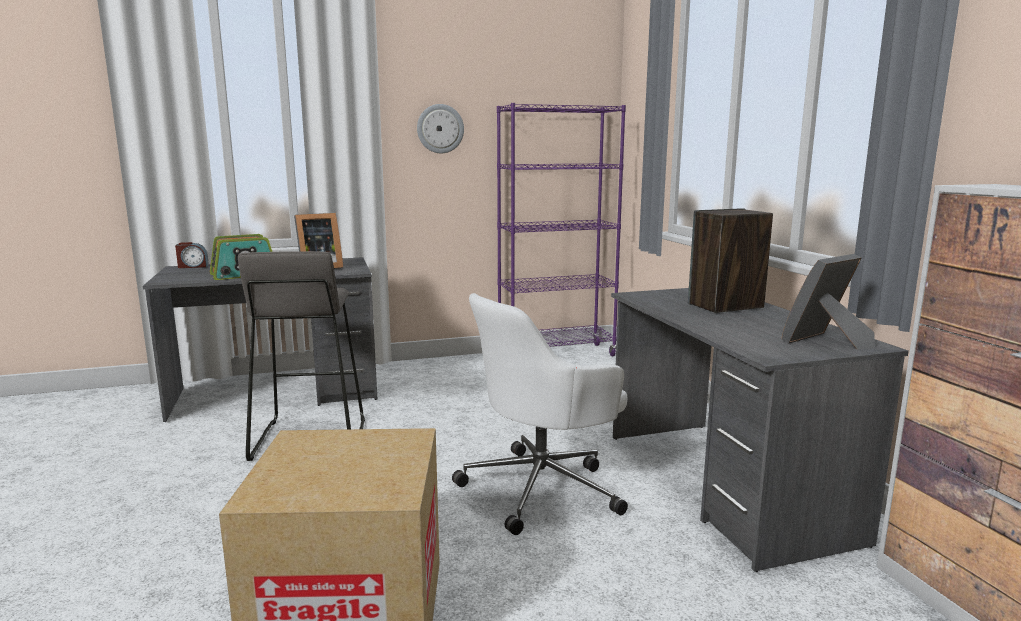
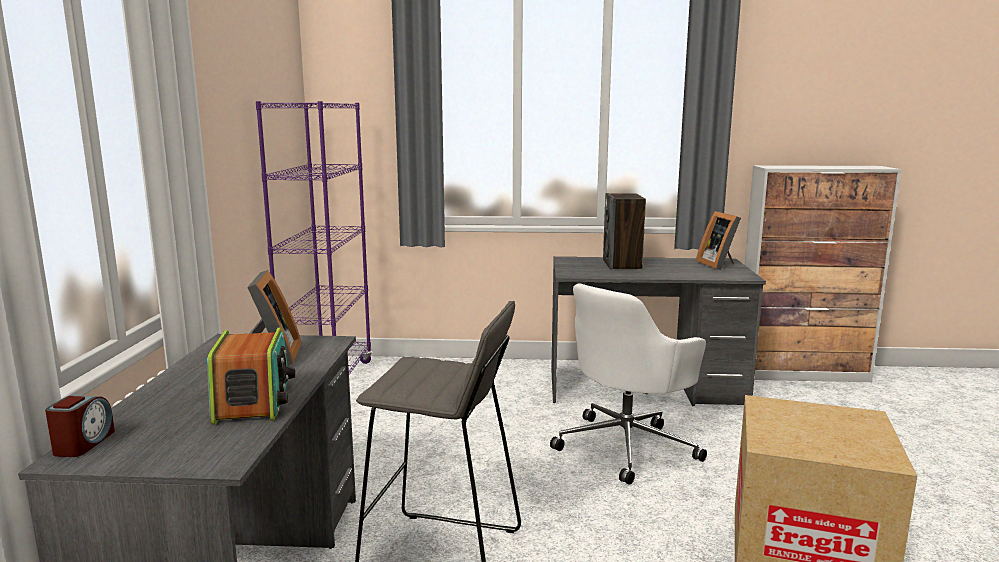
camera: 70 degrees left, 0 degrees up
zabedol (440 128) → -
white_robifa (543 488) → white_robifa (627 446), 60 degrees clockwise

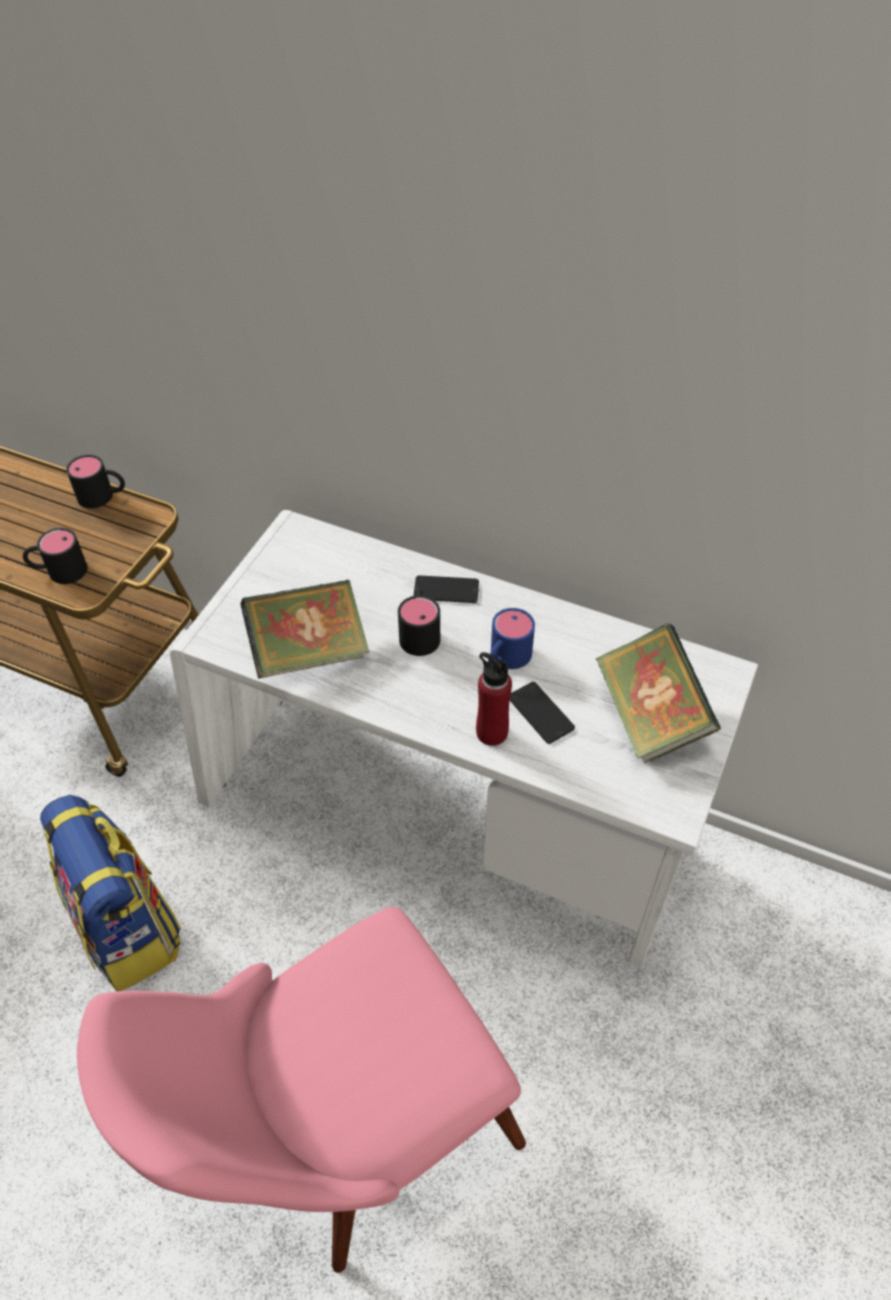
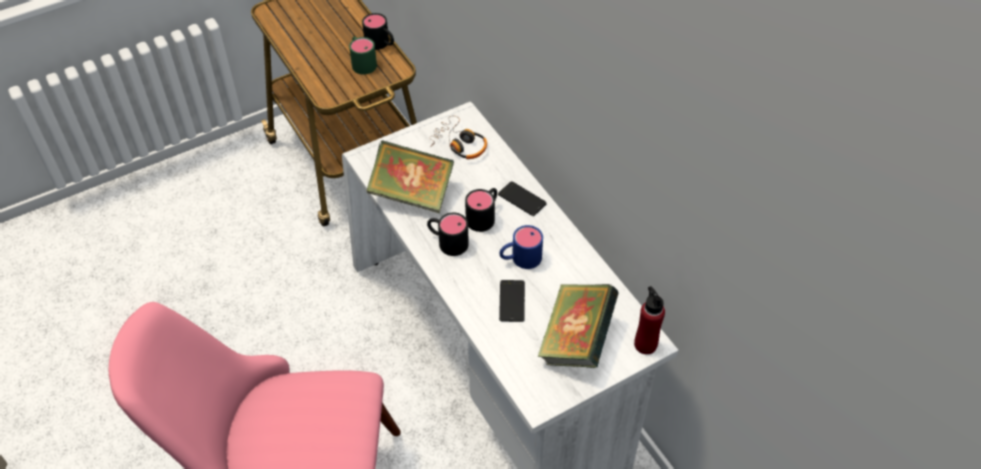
camera: 35 degrees right, 0 degrees up
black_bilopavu (59 571) → black_bilopavu (447 241), move
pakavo (129 929) → -
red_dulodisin (491 732) → red_dulodisin (645 344), move
- → green_bilopavu (362 62)
- → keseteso (459 144)

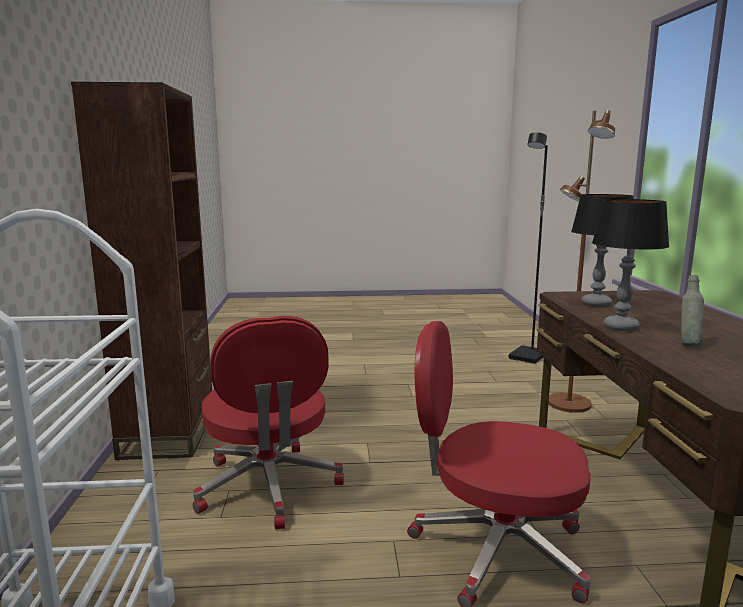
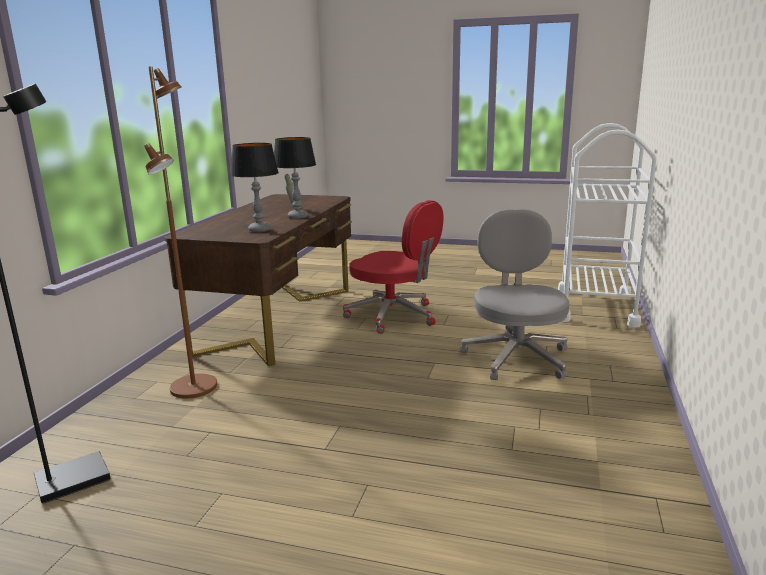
camera: 160 degrees left, 5 degrees up
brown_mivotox (169 433) → -
red_robifa (268 487) → grey_robifa (516 357)

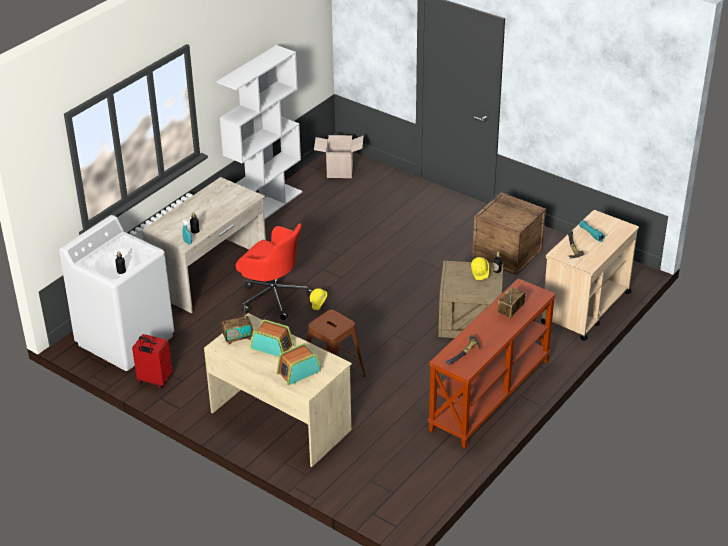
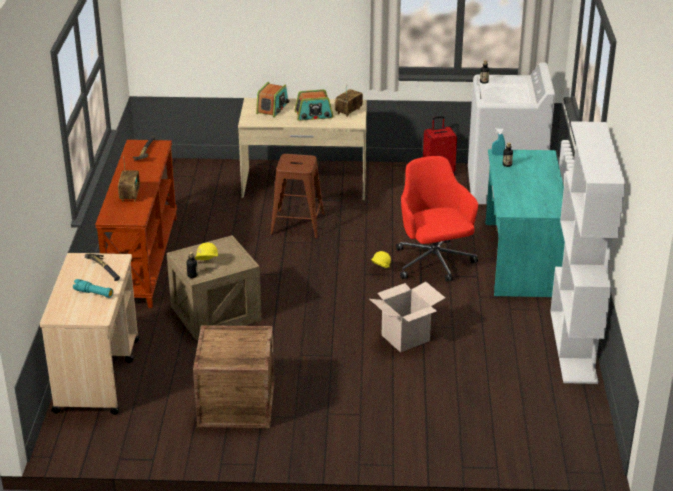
camera: 145 degrees right, 5 degrees down
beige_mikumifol (210 274) → turquoise_mikumifol (520 259)
red_robifa (273 296) → red_robifa (434 263), 75 degrees clockwise
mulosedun (339 171) → mulosedun (405 338), move

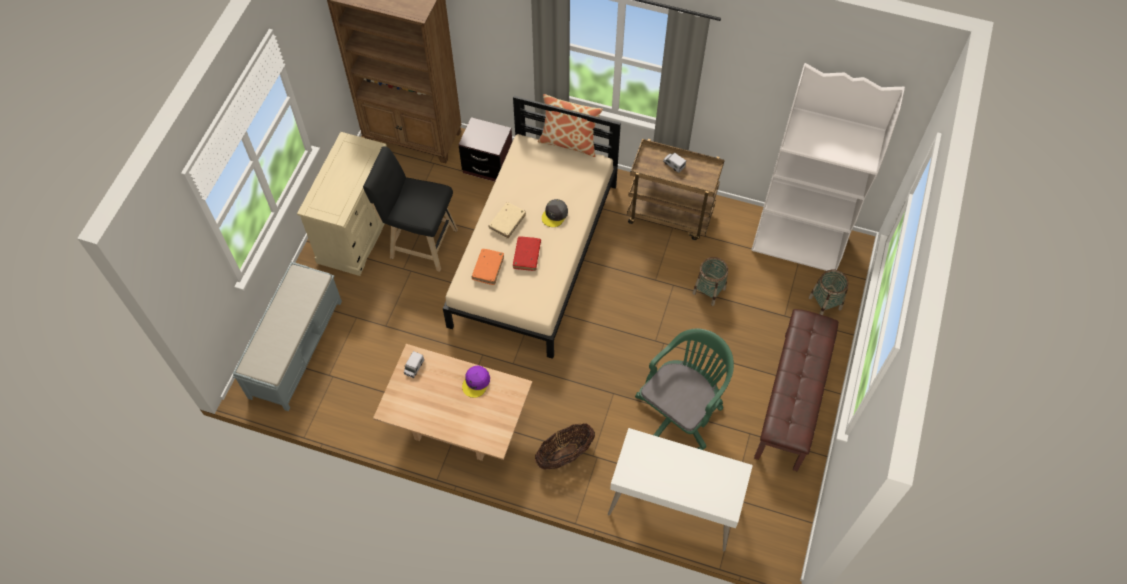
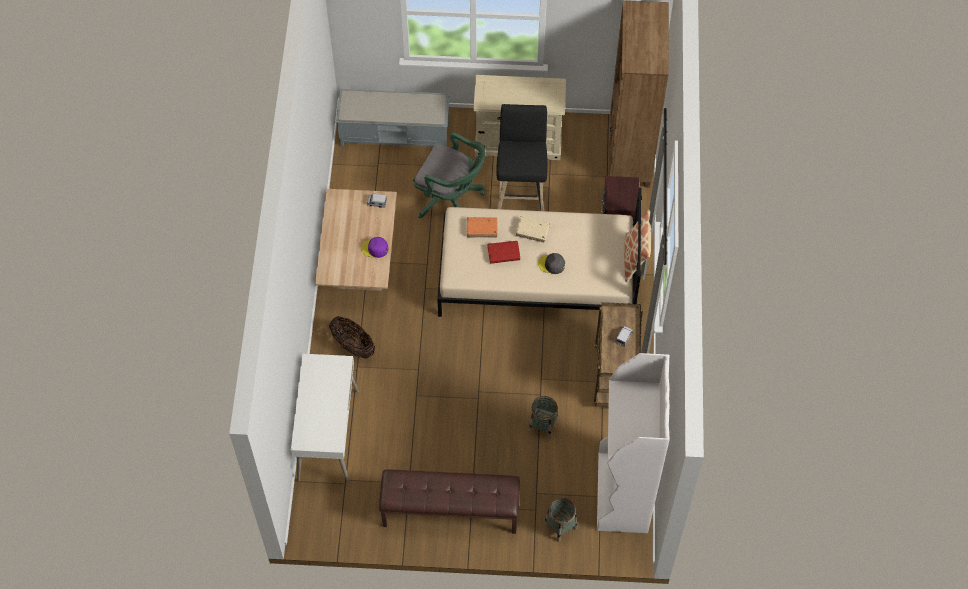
camera: 75 degrees right, 0 degrees up
green_robifa (680 411) → green_robifa (451 198), move

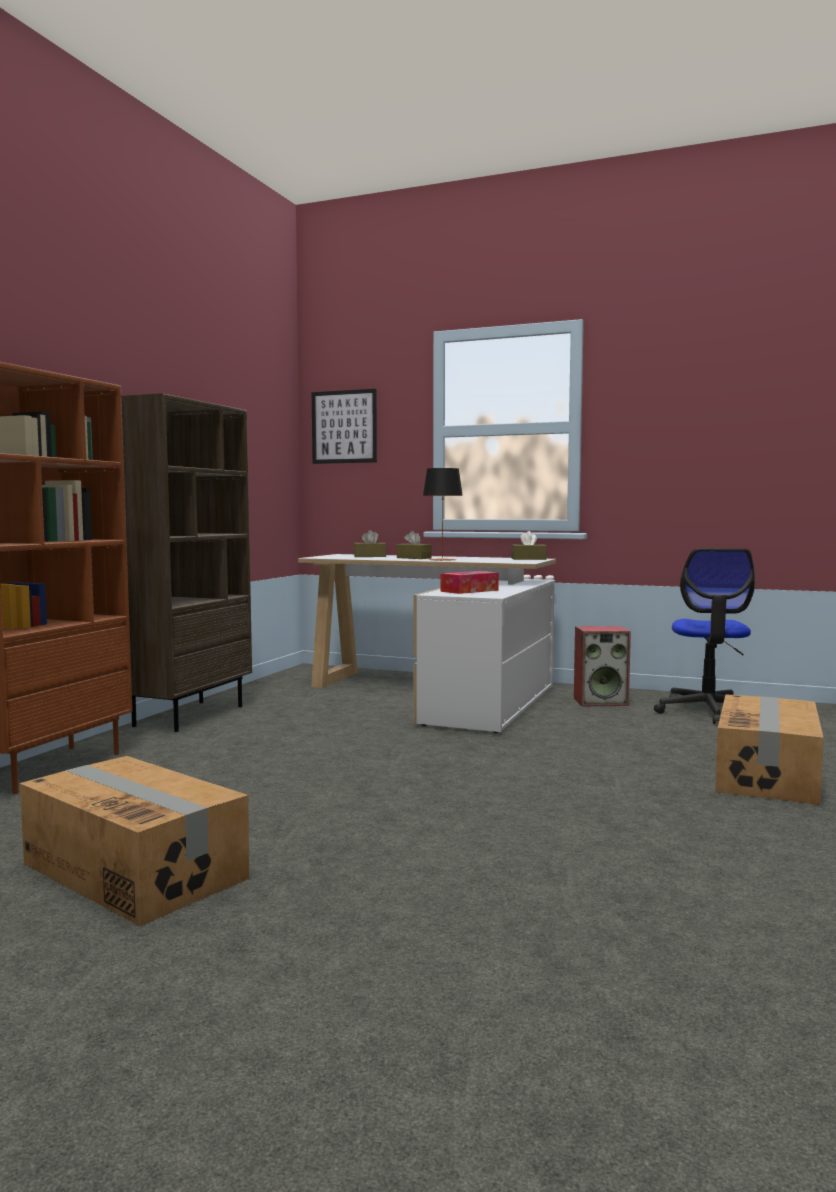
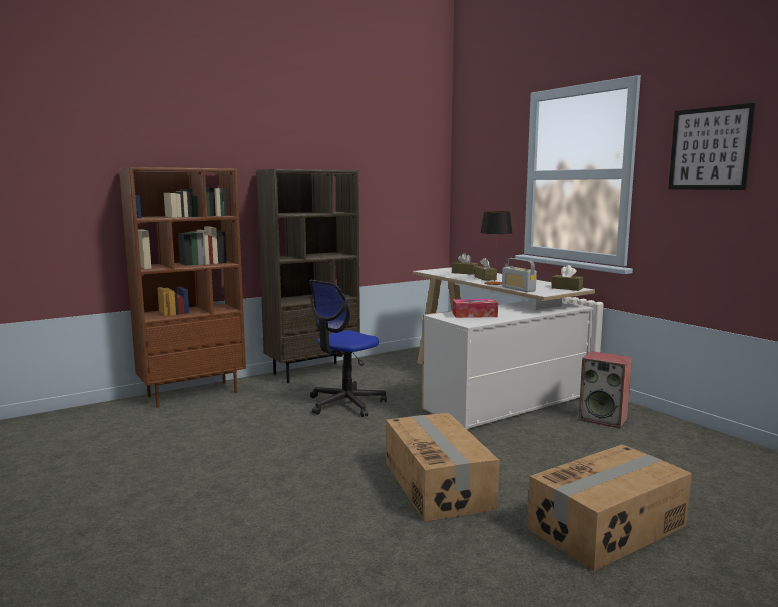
camera: 35 degrees right, 5 degrees up
mulosedun (135 870) → mulosedun (438 485), move
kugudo (344 427) → kugudo (709 148), move
robifa (708 711) → robifa (345 404), move
- → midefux (518 289)

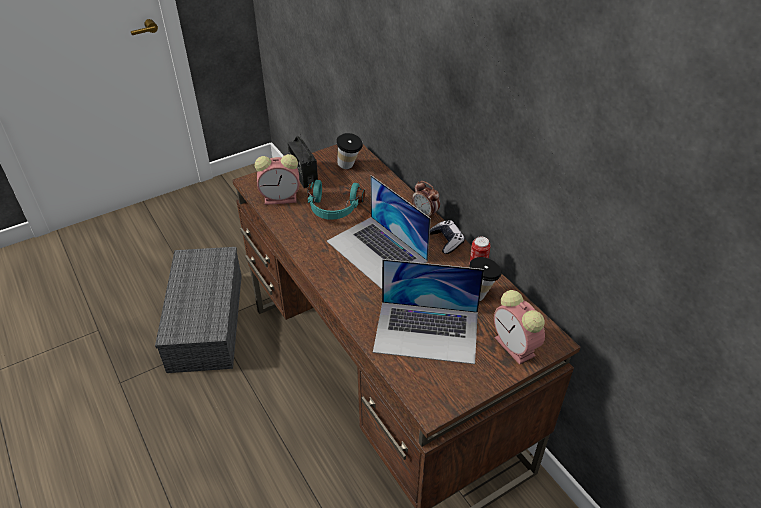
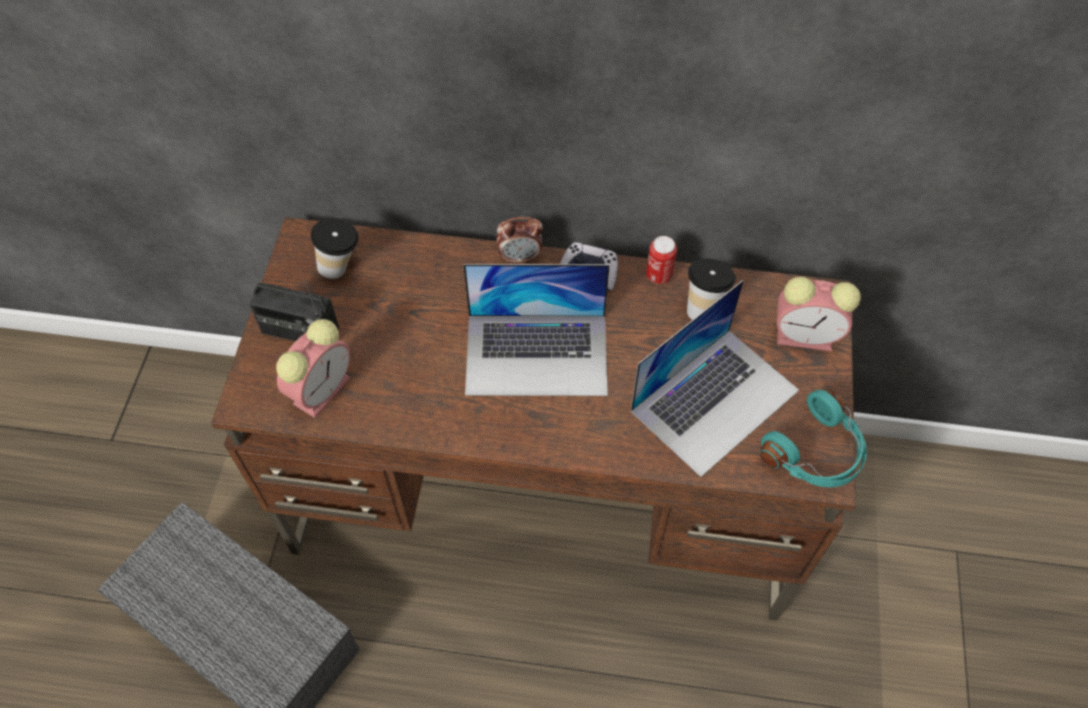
camera: 50 degrees left, 15 degrees up
turquoise_keseteso (334 209) → turquoise_keseteso (816 453), move

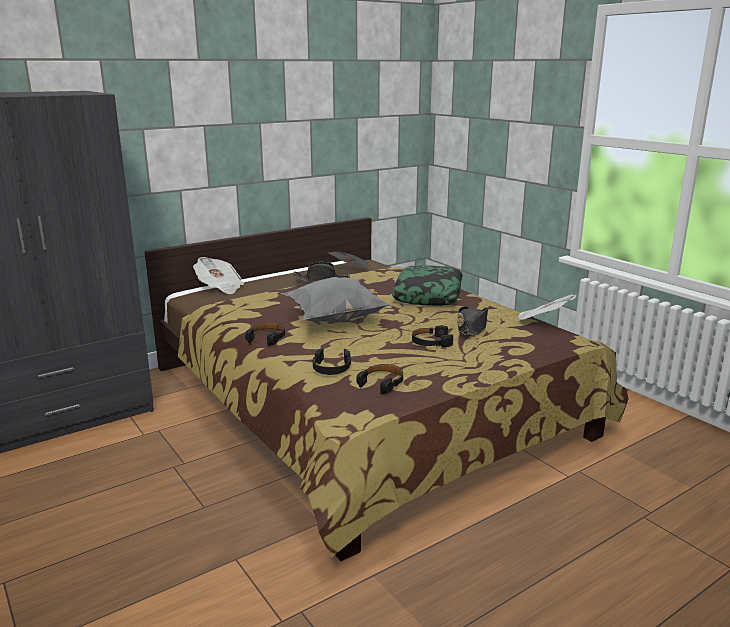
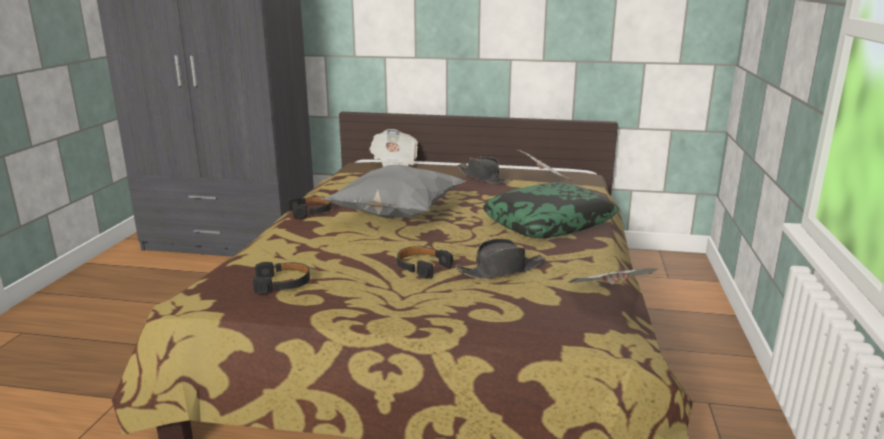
camera: 45 degrees right, 0 degrees up
black_keseteso (331 368) → -

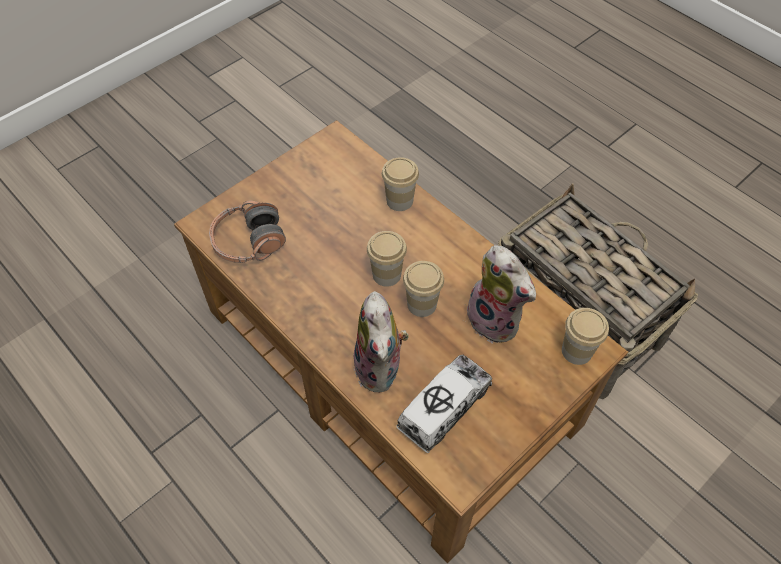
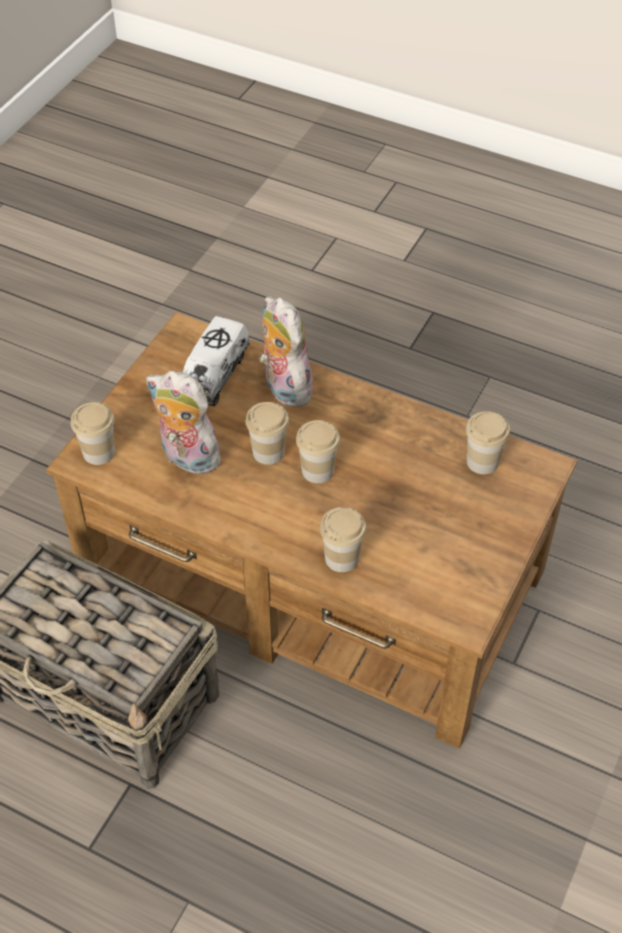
camera: 160 degrees right, 5 degrees down
keseteso (249 241) → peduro (482 462)

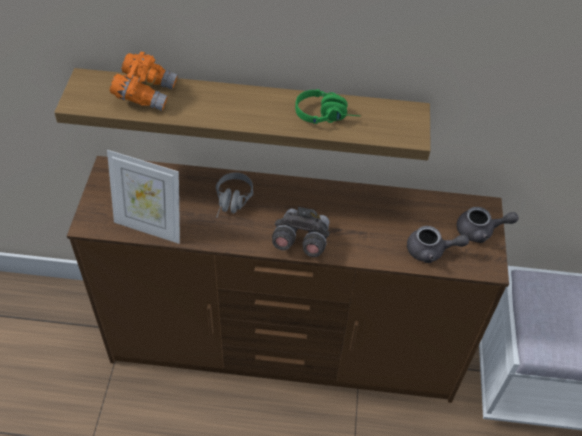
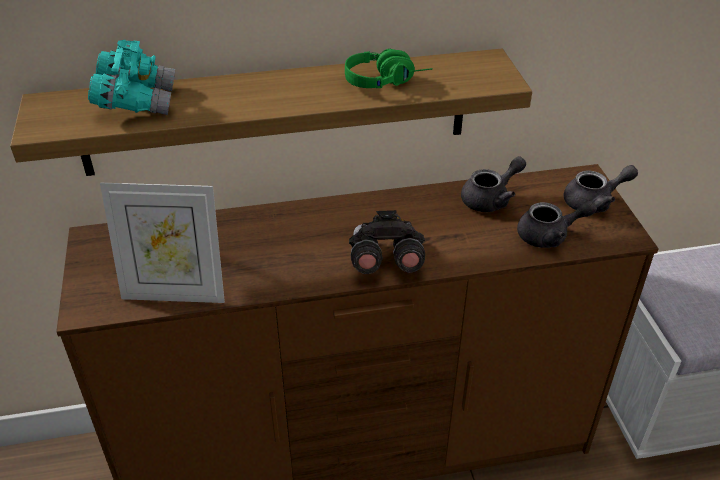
camera: 15 degrees left, 10 degrees down
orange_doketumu (146 93) → turquoise_doketumu (136 102)
grey_keseteso (232 203) → -
- → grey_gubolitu (491 199)

